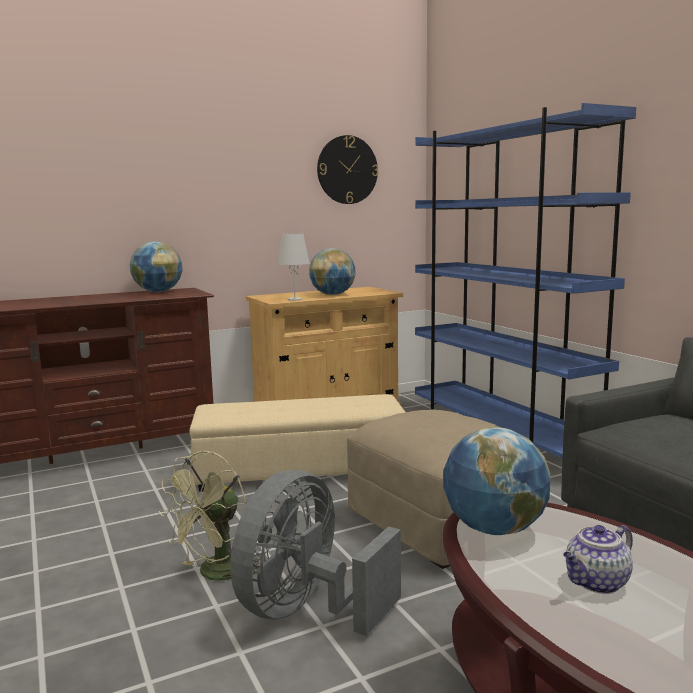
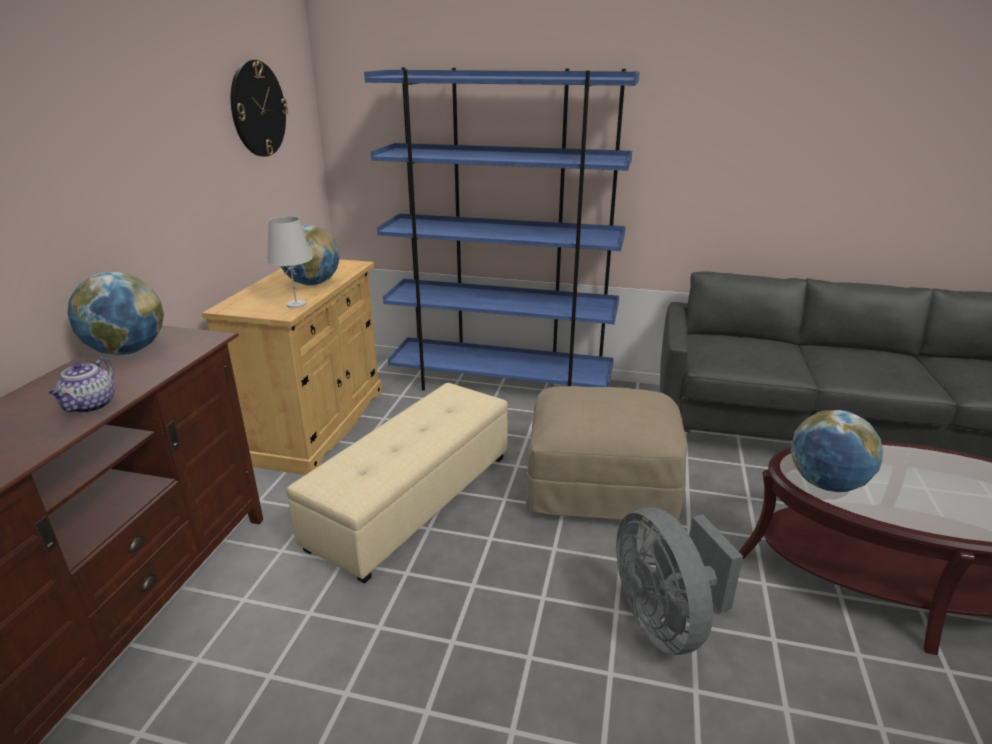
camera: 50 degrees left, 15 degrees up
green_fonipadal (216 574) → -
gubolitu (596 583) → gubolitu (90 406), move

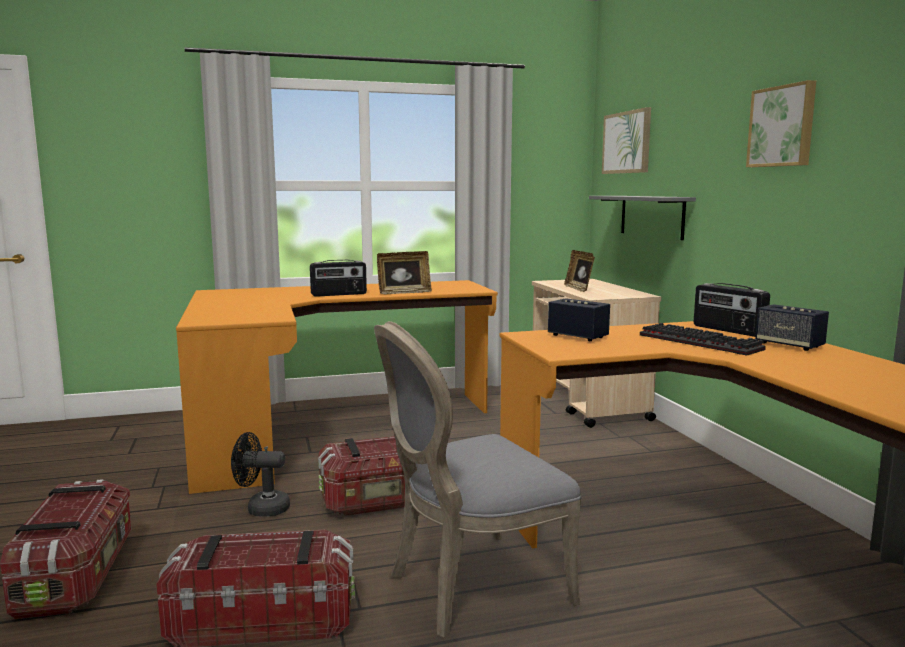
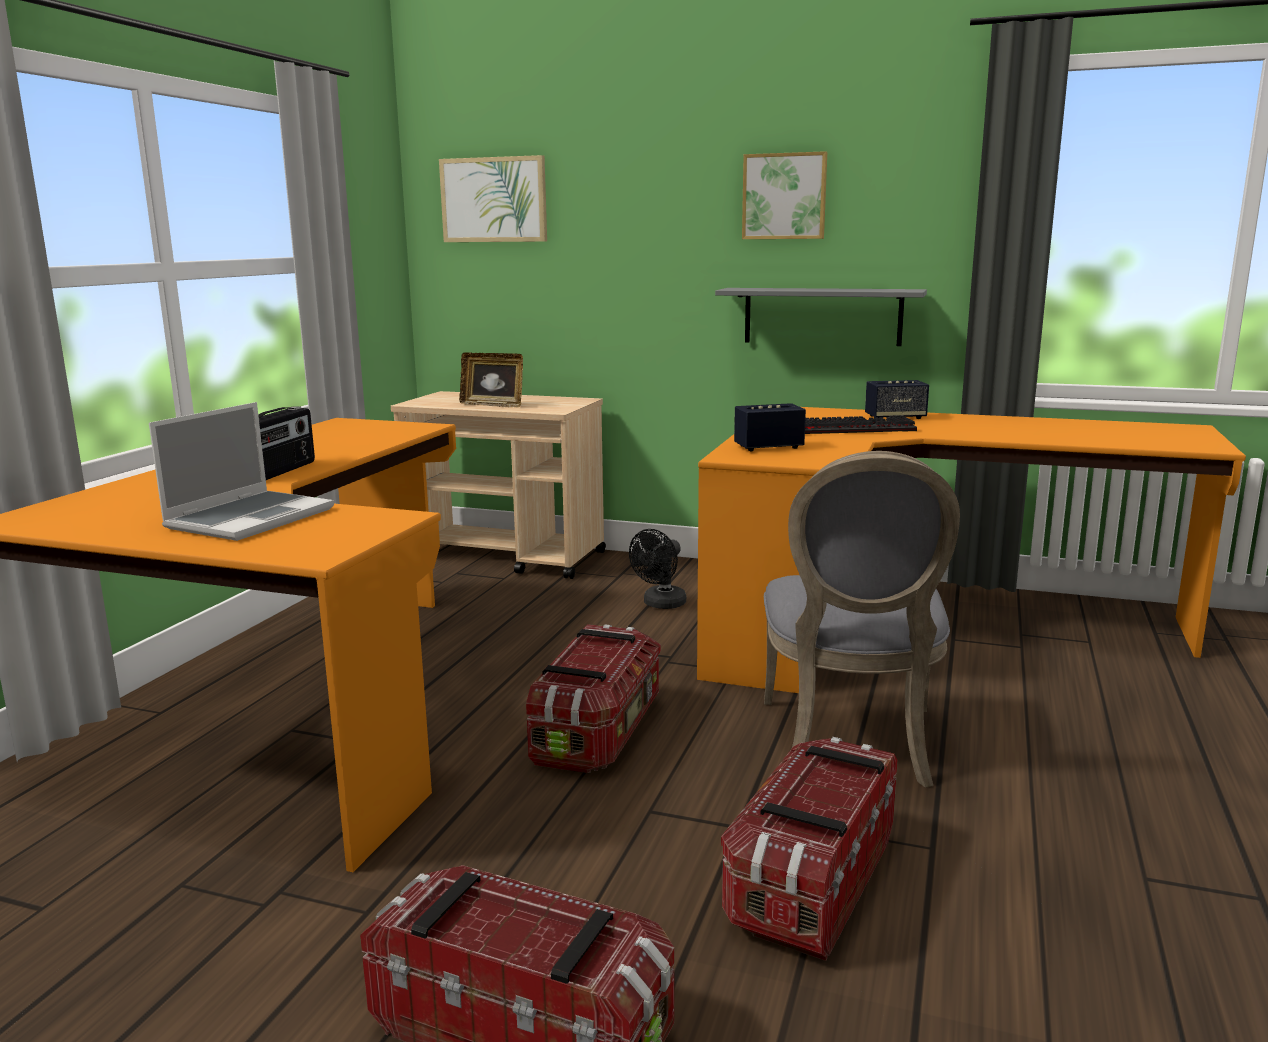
camera: 55 degrees left, 5 degrees up
black_fonipadal (261 508) → black_fonipadal (660 604), move
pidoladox (404 292) → -
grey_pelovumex (651 216) → grey_pelovumex (822 316), move
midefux (728 330) → -
- → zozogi (251 518)

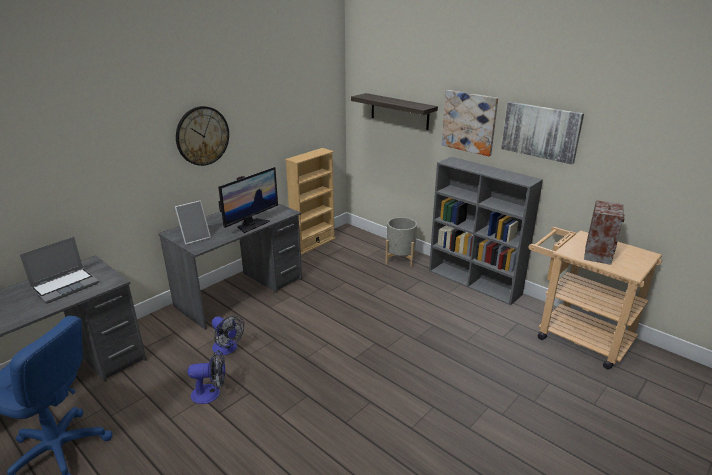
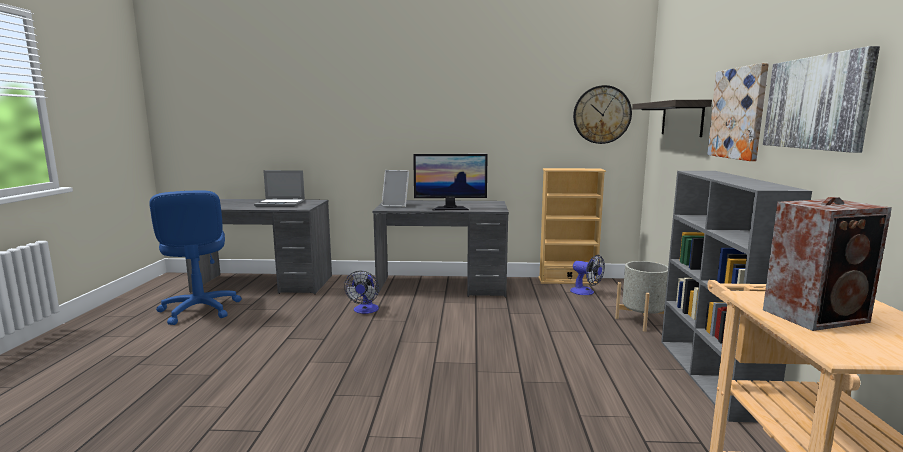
camera: 50 degrees right, 15 degrees down
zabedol (202 136) → zabedol (602 114), move
fonipadal (211 393) → fonipadal (586 292), move

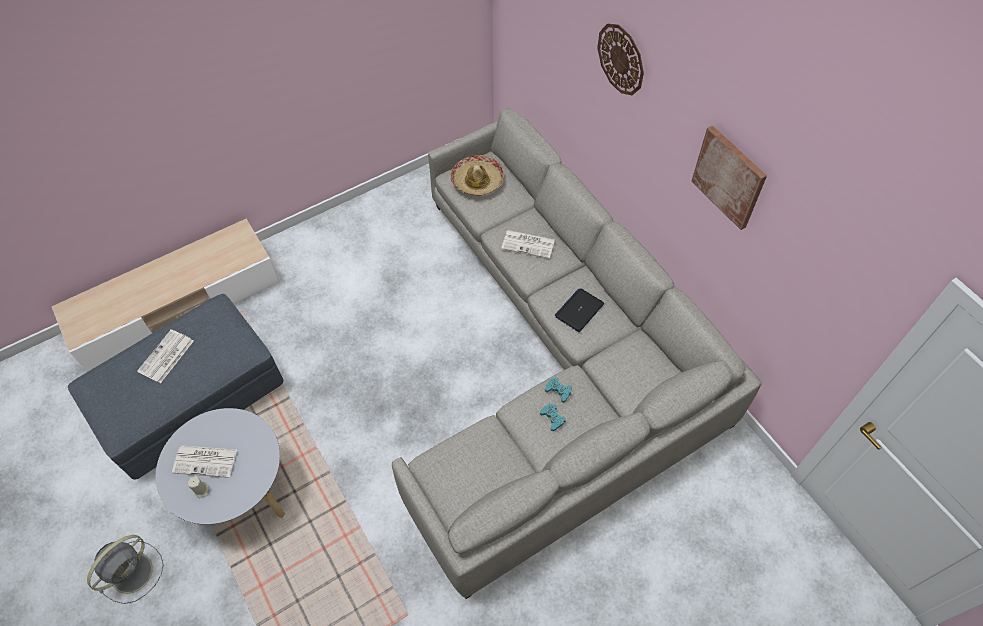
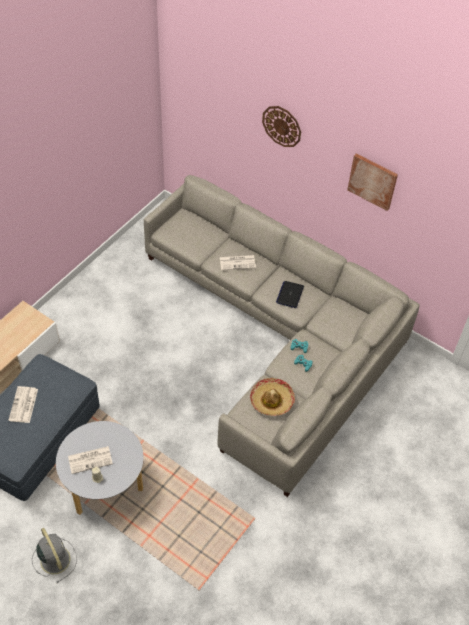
camera: 25 degrees left, 5 degrees down
grey_fonipadal (133 571) → grey_fonipadal (54 558), 45 degrees counterclockwise
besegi (477 181) → besegi (271 400), move

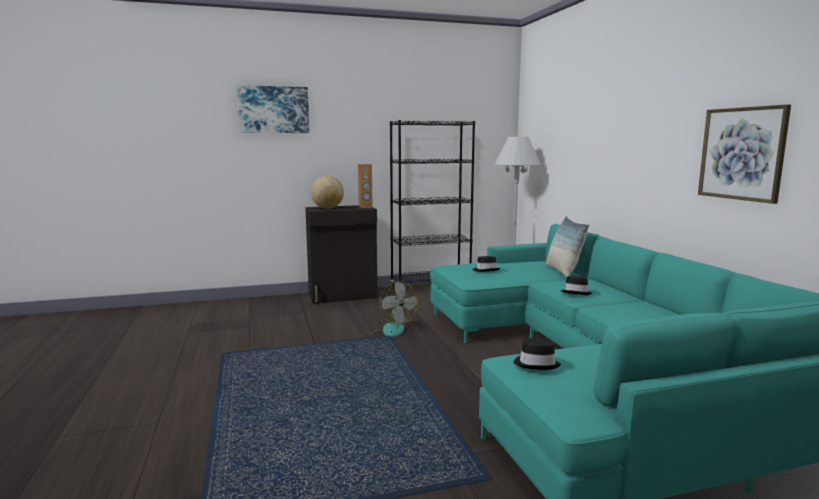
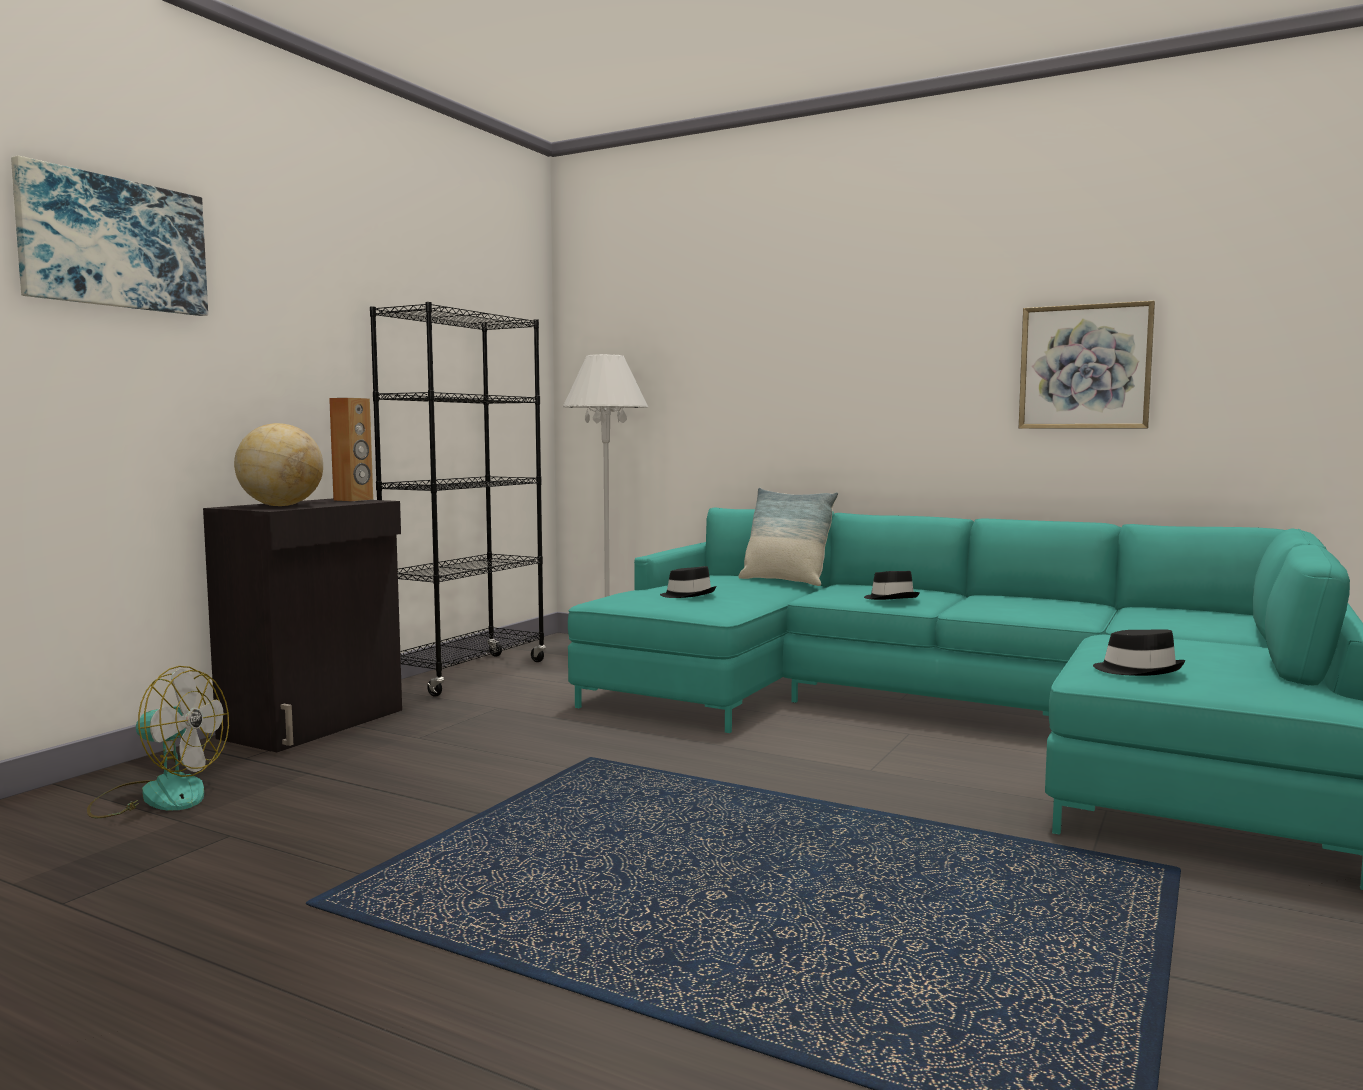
camera: 45 degrees left, 5 degrees down
fonipadal (389 329) → fonipadal (158 795), move

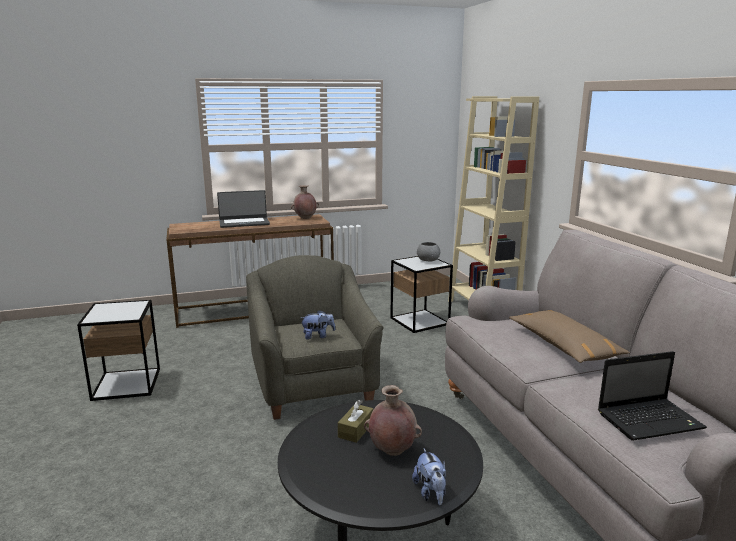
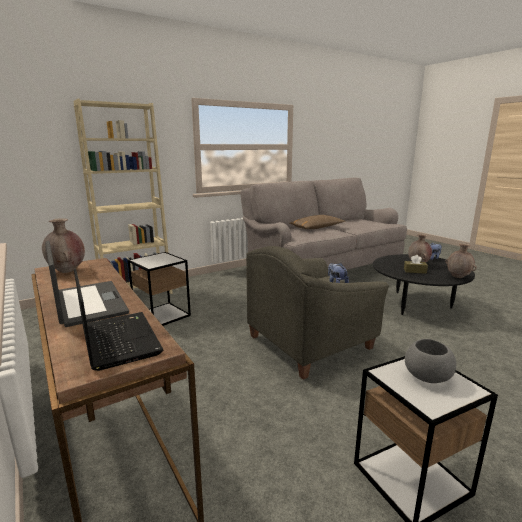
camera: 105 degrees left, 0 degrees up
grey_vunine (428 260) → grey_vunine (426 376), move
zozogi (651 420) → zozogi (118 339), move
- → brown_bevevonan (458 277)

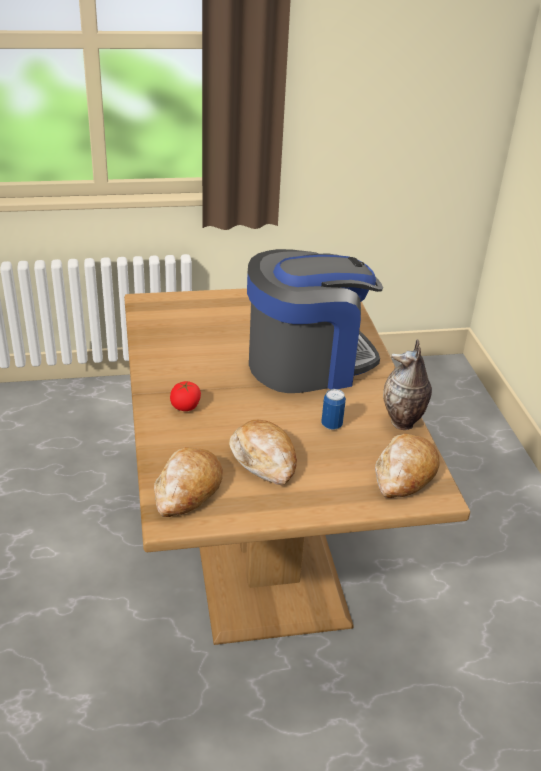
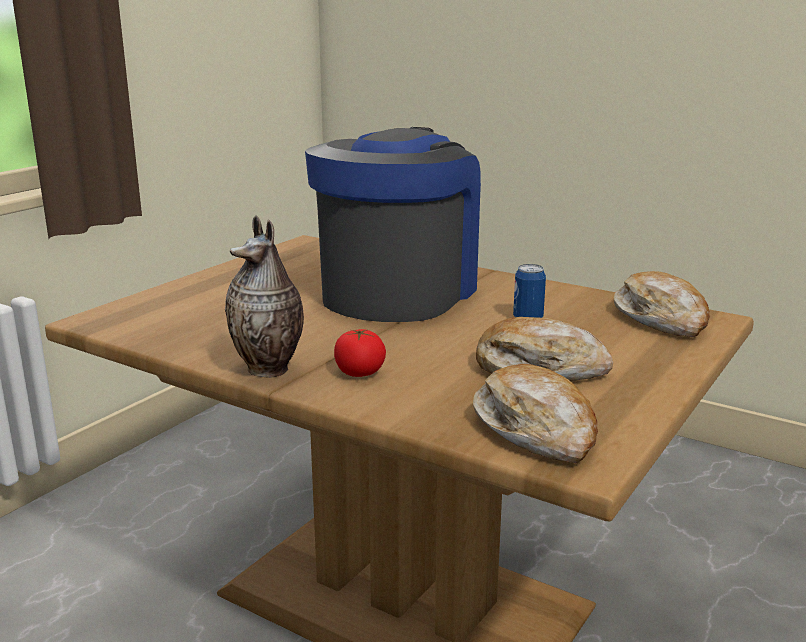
camera: 45 degrees left, 15 degrees down
bevevonan (403 423) → bevevonan (270 370), move

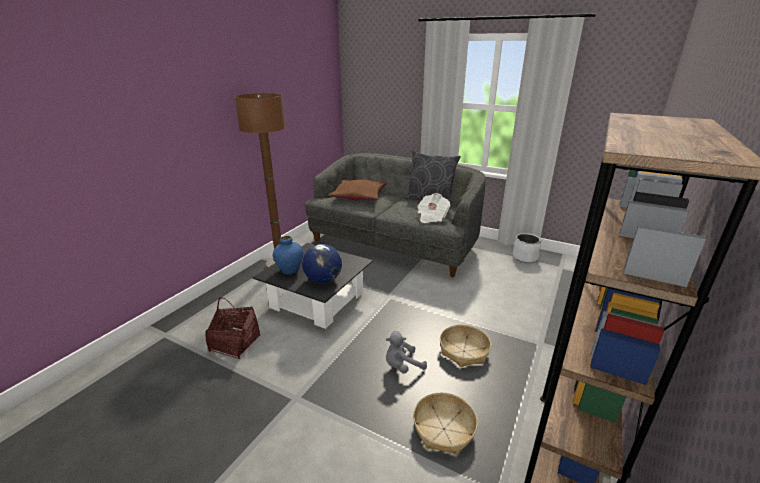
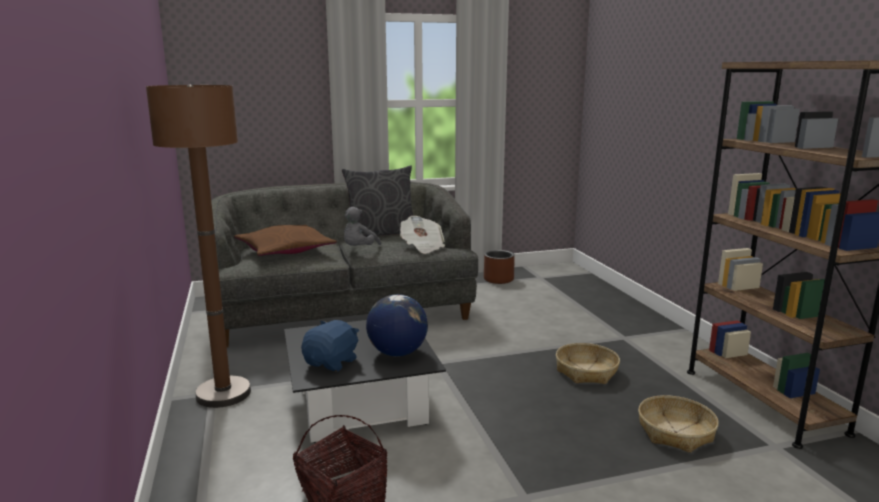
camera: 45 degrees left, 10 degrees down
blue_bevevonan (290 270) → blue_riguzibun (332 362)
grey_riguzibun (402 366) → grey_riguzibun (359 249), move
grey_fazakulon (524 257) → brown_fazakulon (498 279)

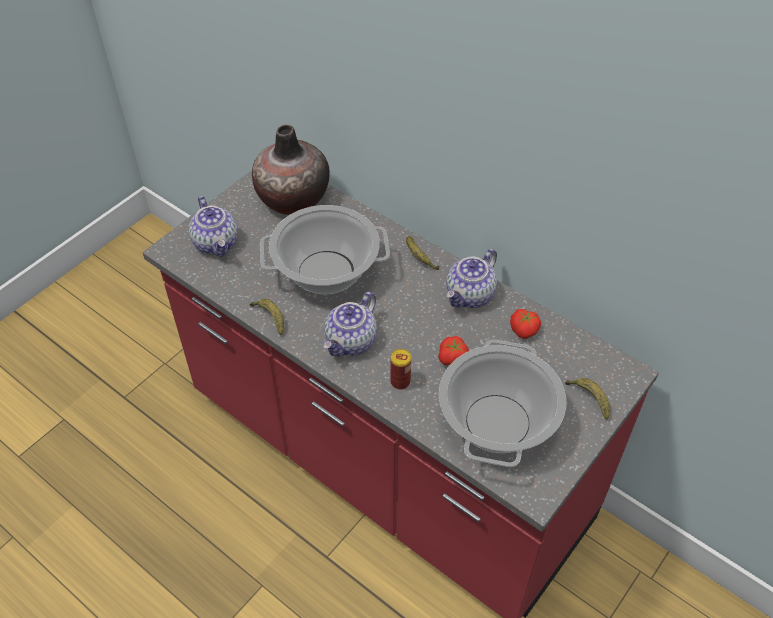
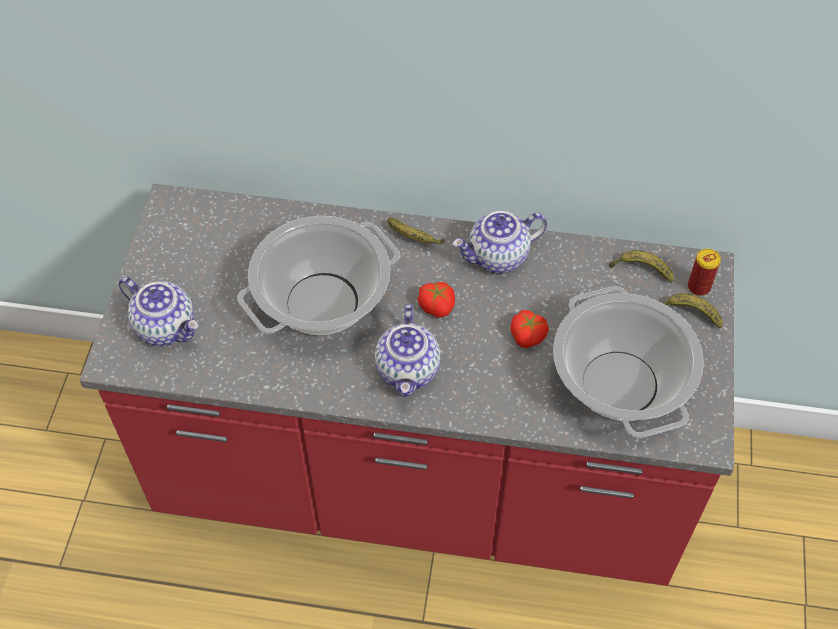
camera: 30 degrees left, 5 degrees up
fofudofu (270 318) → fofudofu (641 270), move
bevevonan (293 198) → -
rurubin (400 381) → rurubin (698 287), move
gubolitu (470 296) → gubolitu (498 257), 60 degrees clockwise
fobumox (524 329) → fobumox (437 305), move

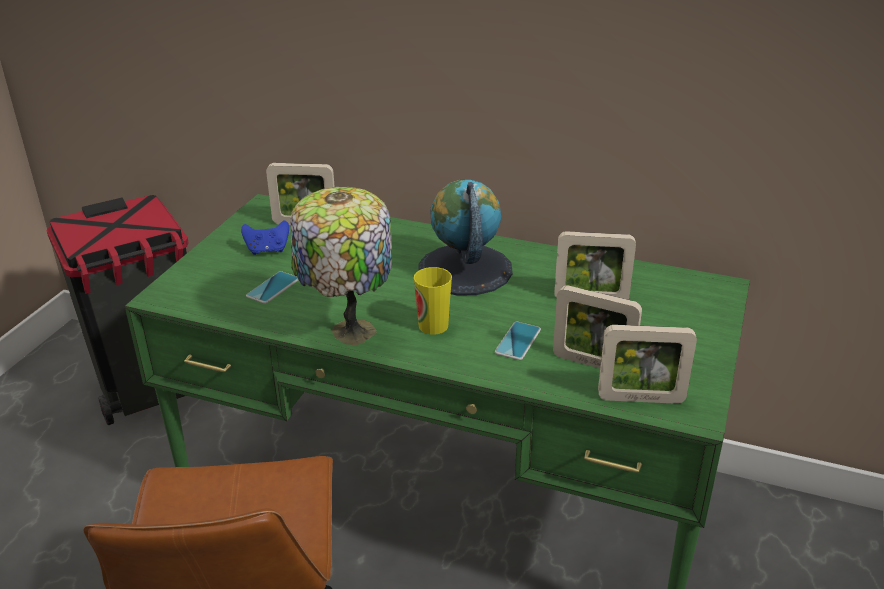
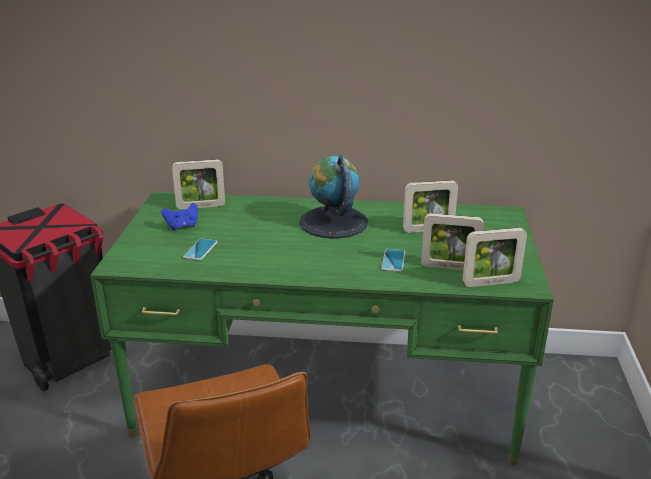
camera: 15 degrees left, 5 degrees down
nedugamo (349 331) → -
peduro (433 325) → -

